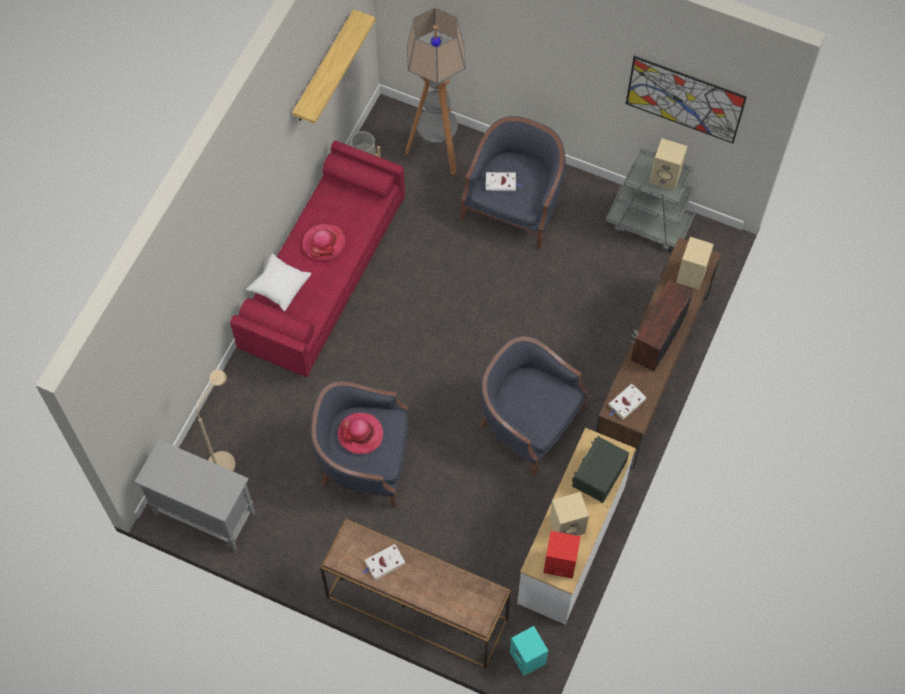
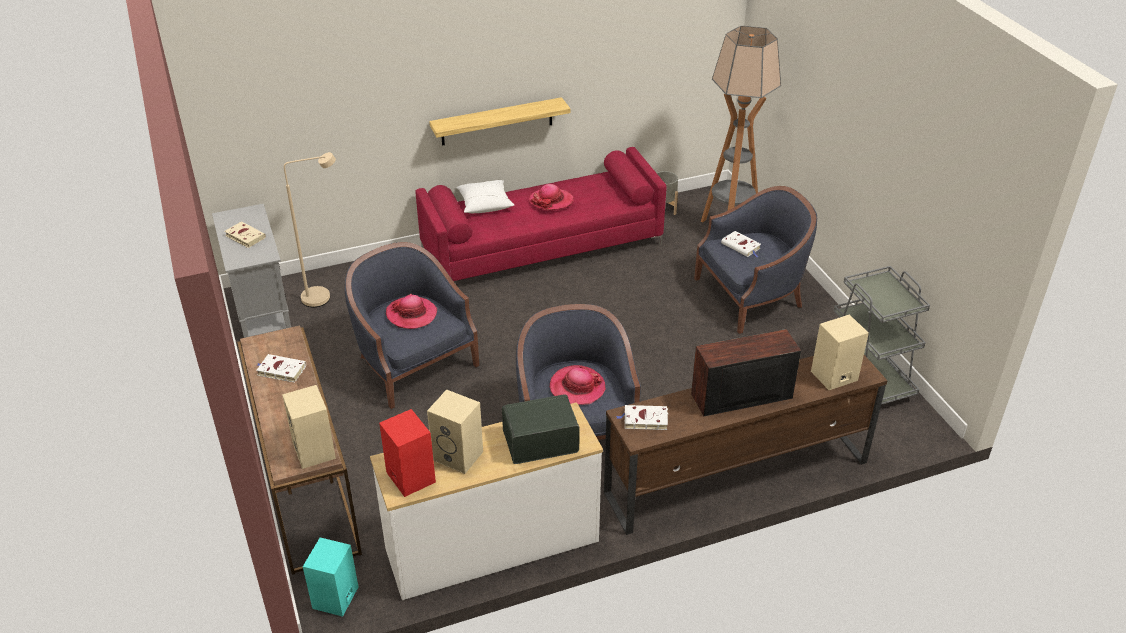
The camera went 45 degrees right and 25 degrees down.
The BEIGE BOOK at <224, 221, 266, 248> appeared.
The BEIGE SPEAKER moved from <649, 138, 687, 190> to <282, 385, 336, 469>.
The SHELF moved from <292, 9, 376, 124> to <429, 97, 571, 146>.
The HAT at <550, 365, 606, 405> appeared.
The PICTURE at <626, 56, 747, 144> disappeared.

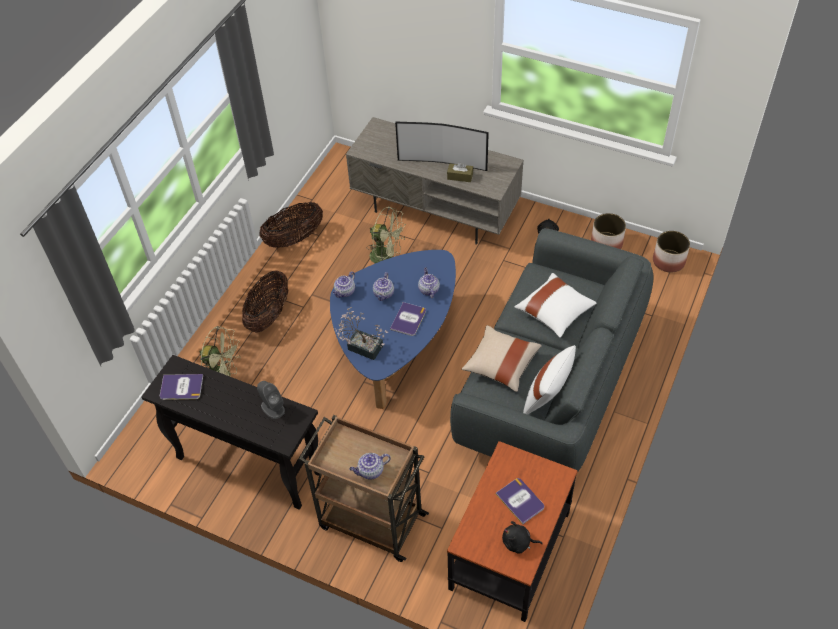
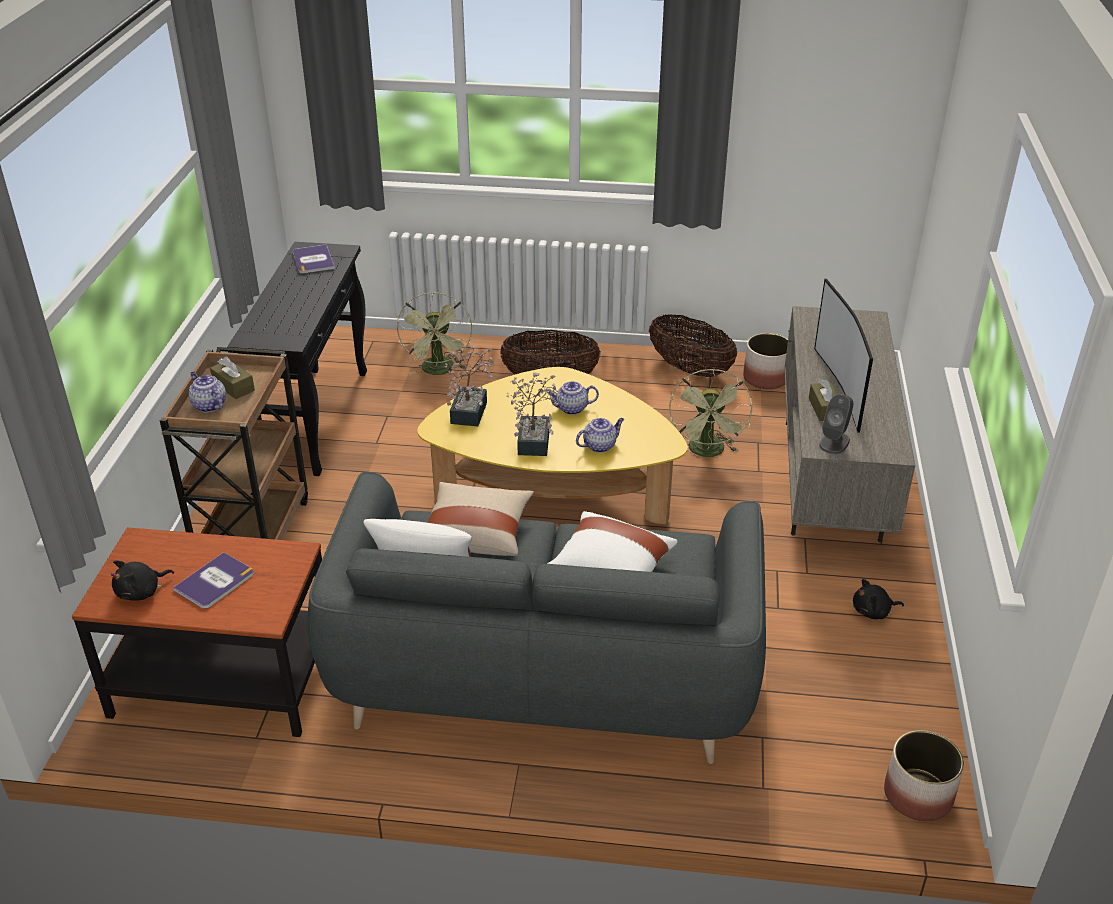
The camera went 70 degrees right and 15 degrees down.
The BLACK PLUSH TOY at <502, 521, 543, 554> turned 120 degrees counterclockwise.
The BROWN TISSUE BOX at <210, 357, 255, 399> appeared.
The BLUE COFFEE TABLE at <330, 250, 456, 409> became the YELLOW COFFEE TABLE at <417, 367, 688, 524>.
The BOOK at <390, 302, 426, 336> was replaced by the POTTED PLANT at <507, 372, 559, 456>.
The PLANTER moved from <591, 213, 626, 249> to <743, 333, 788, 389>.
The GREY SPEAKER moved from <257, 381, 285, 419> to <819, 394, 853, 454>.
The TEAPOT at <333, 271, 355, 298> disappeared.

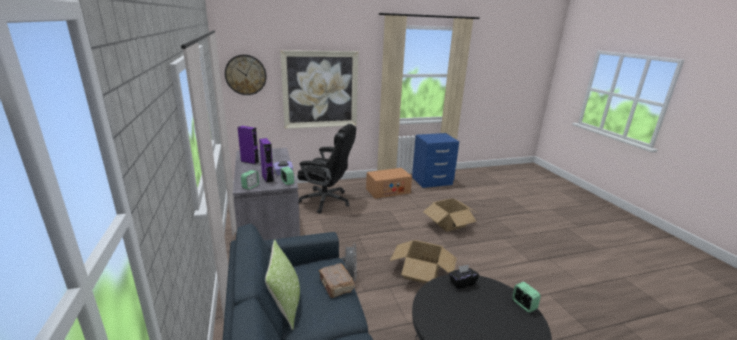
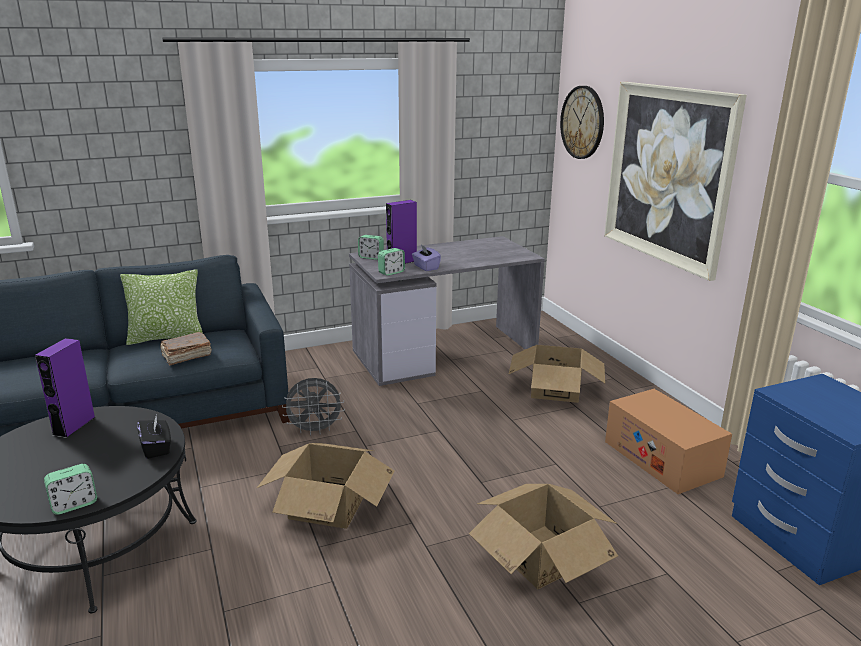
The camera went 85 degrees right and 0 degrees up.
The PURPLE SPEAKER moved from <237, 126, 259, 164> to <35, 338, 95, 438>.
The BLACK OFFICE CHAIR at <297, 124, 356, 214> was replaced by the CARDBOARD BOX at <509, 345, 605, 403>.

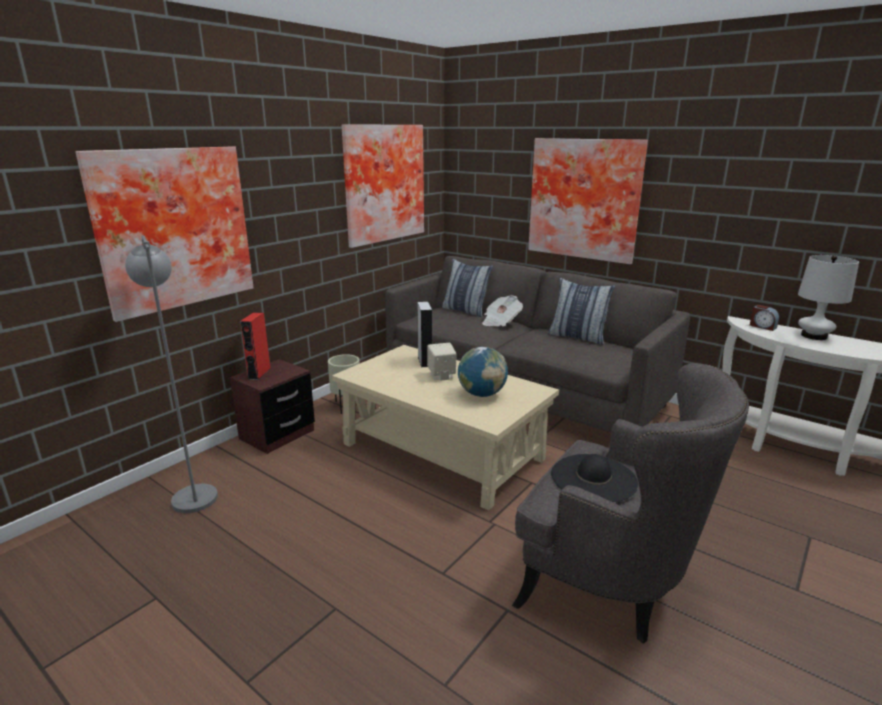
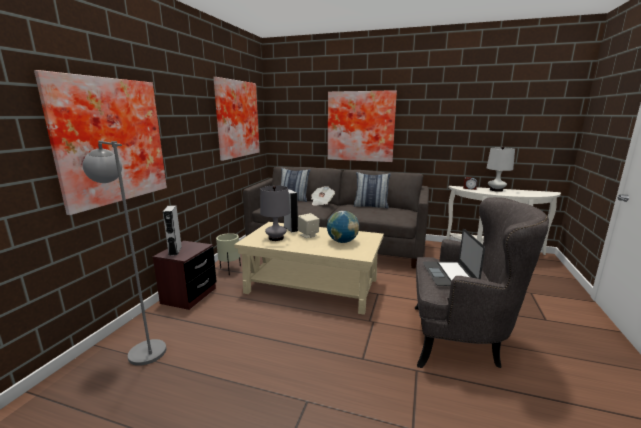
The camera went 20 degrees left and 5 degrees down.
The RED SPEAKER at <240, 312, 271, 380> became the GREY SPEAKER at <163, 205, 182, 256>.
The GREY TABLE LAMP at <260, 186, 290, 241> appeared.
The BLACK HAT at <551, 454, 638, 502> was replaced by the LAPTOP at <423, 228, 485, 286>.

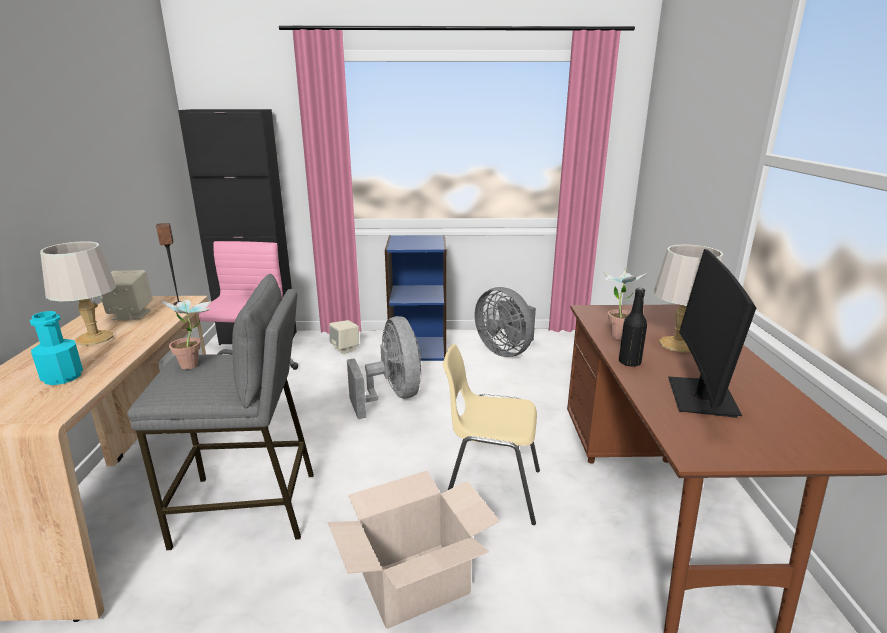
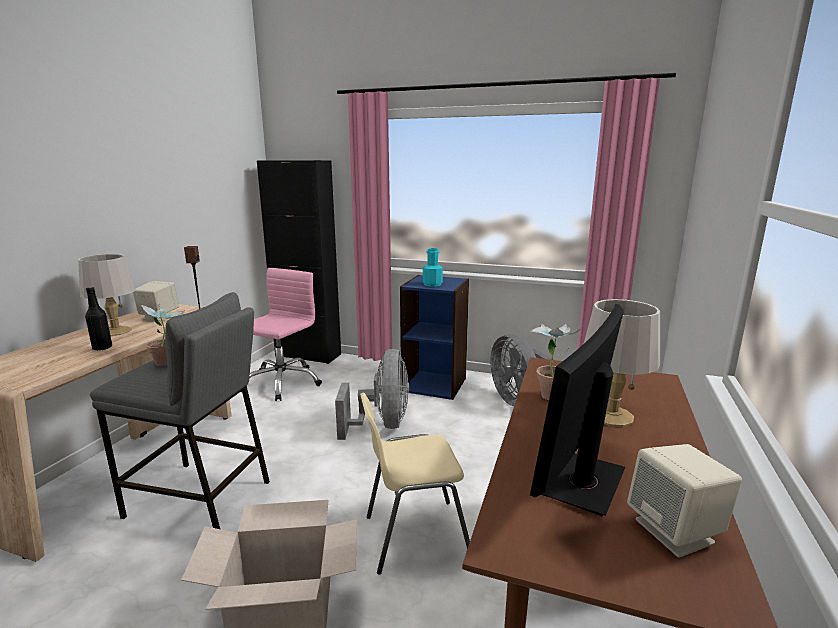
The camera went 20 degrees right and 5 degrees down.
The BLACK BOTTLE moved from <619, 288, 647, 367> to <85, 287, 112, 351>.
The BEIGE CHAIR at <443, 344, 540, 525> turned 45 degrees counterclockwise.
The TURQUOISE BOTTLE moved from <30, 311, 83, 385> to <423, 248, 443, 287>.
The BEIGE SPEAKER moved from <329, 320, 359, 354> to <627, 444, 742, 558>.

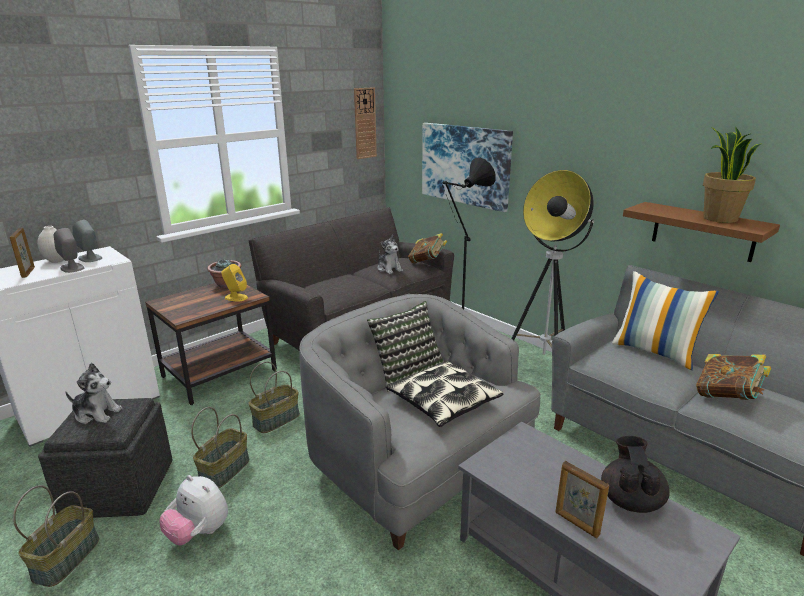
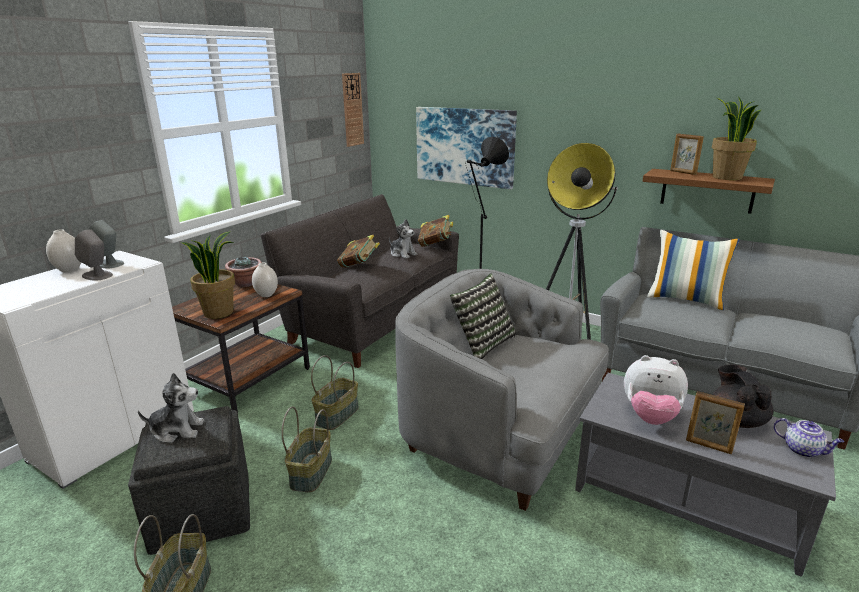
The camera went 15 degrees left and 0 degrees up.
The POTTED PLANT at <180, 231, 235, 319> appeared.
The YELLOW SPEAKER at <221, 264, 248, 302> was replaced by the WHITE VASE at <252, 263, 278, 297>.
The BOOK moved from <696, 354, 771, 400> to <337, 235, 380, 268>.
The PLUSH TOY moved from <159, 475, 228, 545> to <624, 355, 688, 425>.
The PICTURE FRAME moved from <10, 228, 35, 278> to <670, 134, 704, 175>.
The TEAPOT at <773, 418, 844, 457> appeared.
The PILLOW at <386, 360, 504, 427> disappeared.

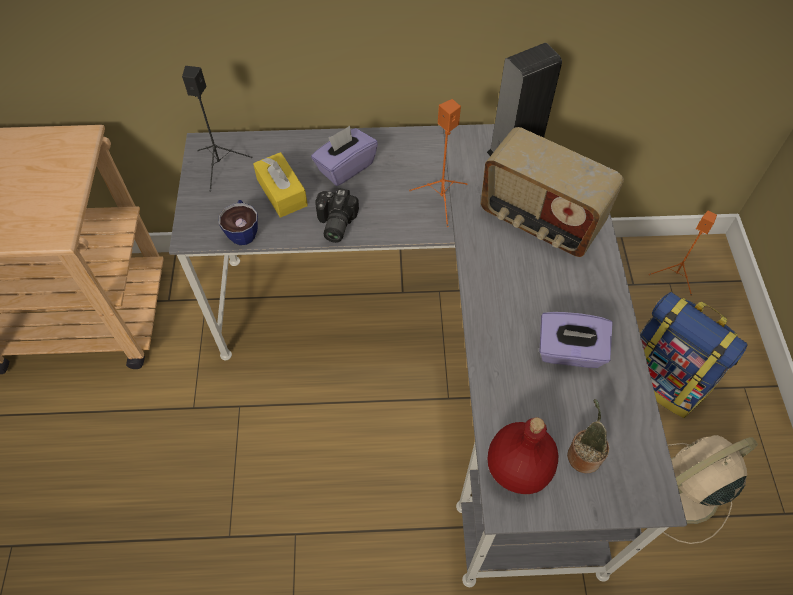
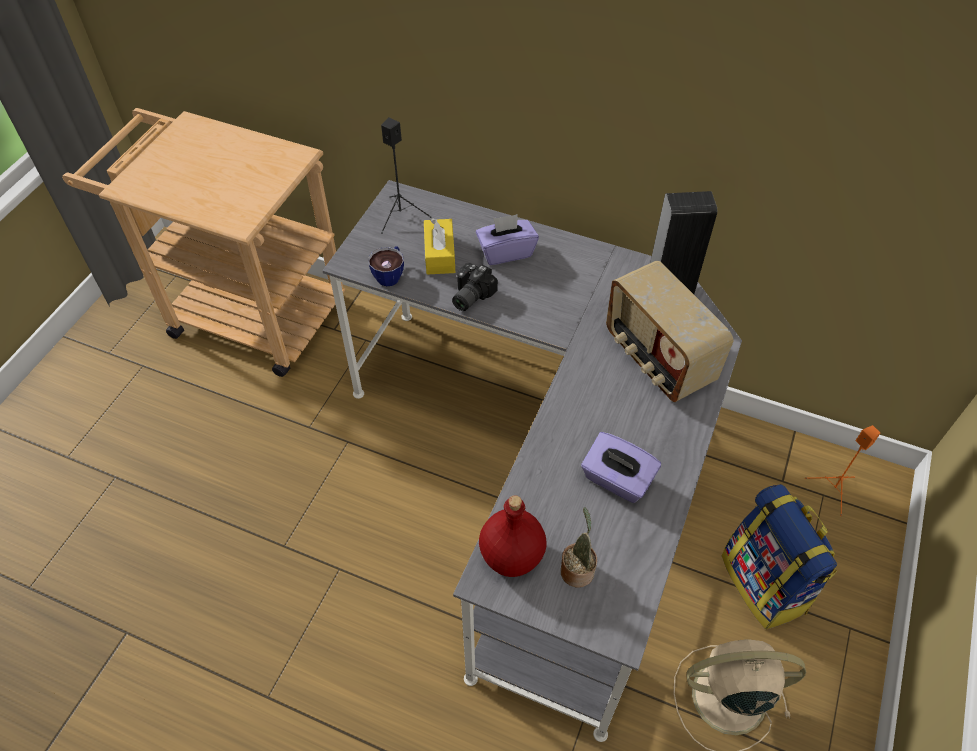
The camera went 25 degrees right and 5 degrees down.
The ORANGE SPEAKER at <409, 99, 467, 227> disappeared.

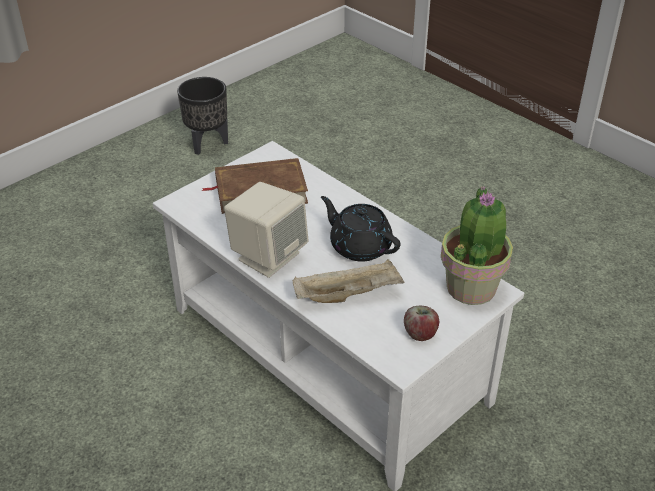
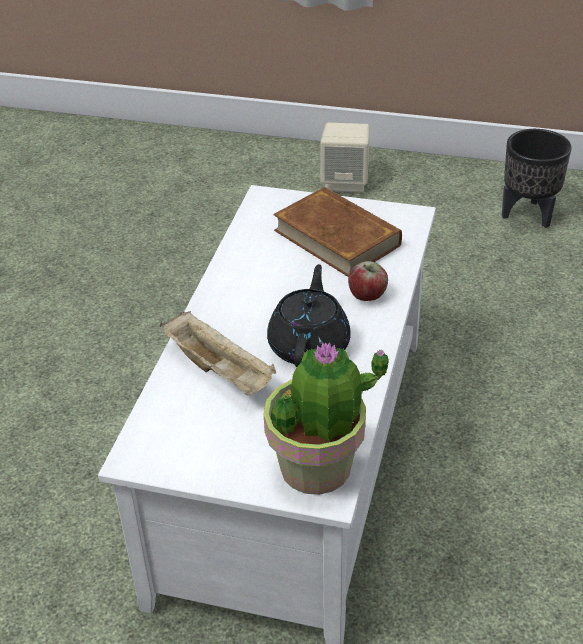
The camera went 60 degrees right and 0 degrees up.
The BEIGE SPEAKER moved from <224, 182, 308, 278> to <320, 123, 370, 193>.
The APPLE moved from <404, 306, 439, 341> to <348, 261, 388, 301>.

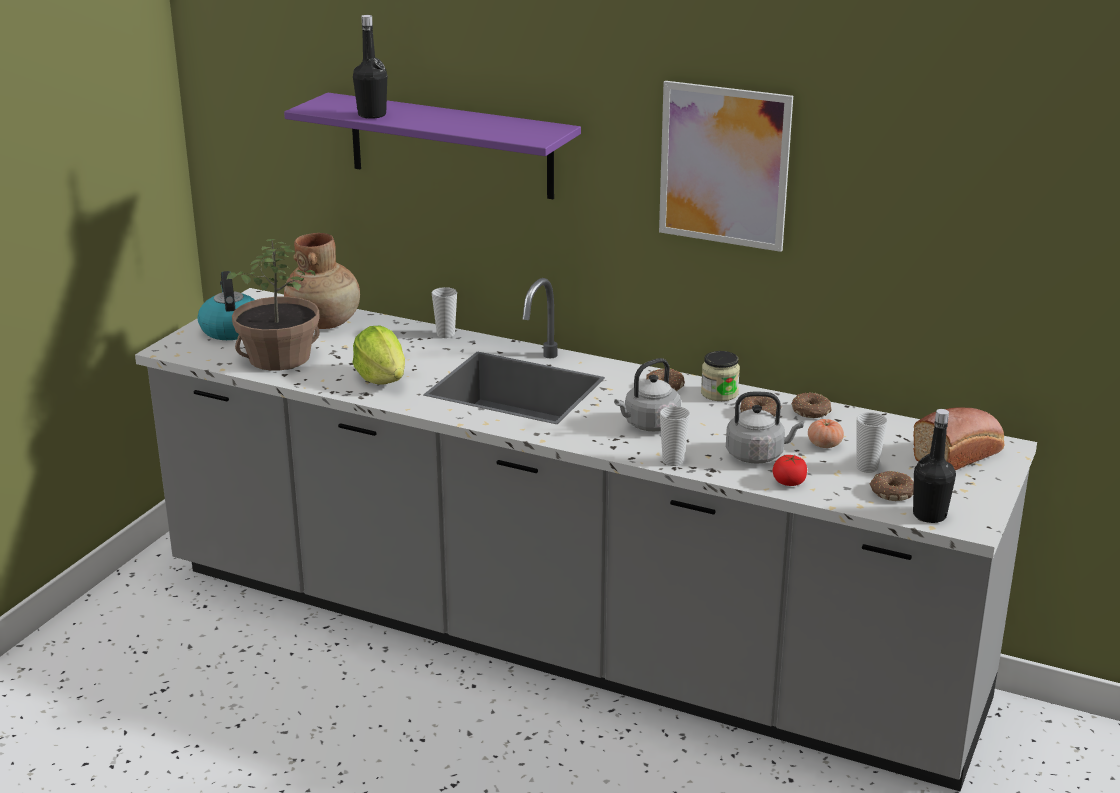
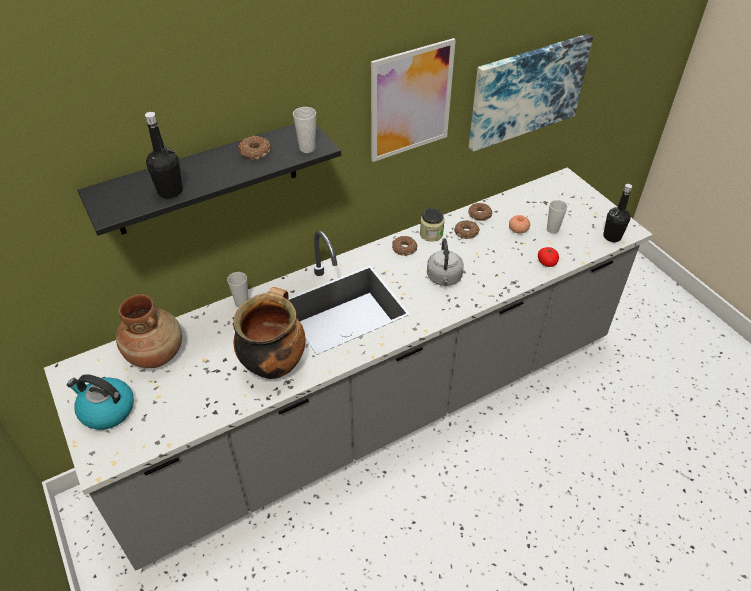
The camera went 55 degrees left and 20 degrees up.
The PURPLE SHELF at <284, 93, 581, 199> became the BLACK SHELF at <77, 124, 341, 236>.
The LETTUCE at <353, 326, 405, 385> was replaced by the COOKING POT at <233, 287, 306, 379>.
The DONUT moved from <870, 471, 914, 501> to <238, 136, 271, 160>.
The CUP moved from <660, 406, 690, 466> to <293, 107, 316, 153>.
The PICTURE at <469, 34, 593, 152> appeared.
The POTTED PLANT at <226, 239, 320, 371> disappeared.
The GREY KETTLE at <726, 392, 803, 464> disappeared.
The BREAD at <913, 407, 1004, 470> disappeared.

